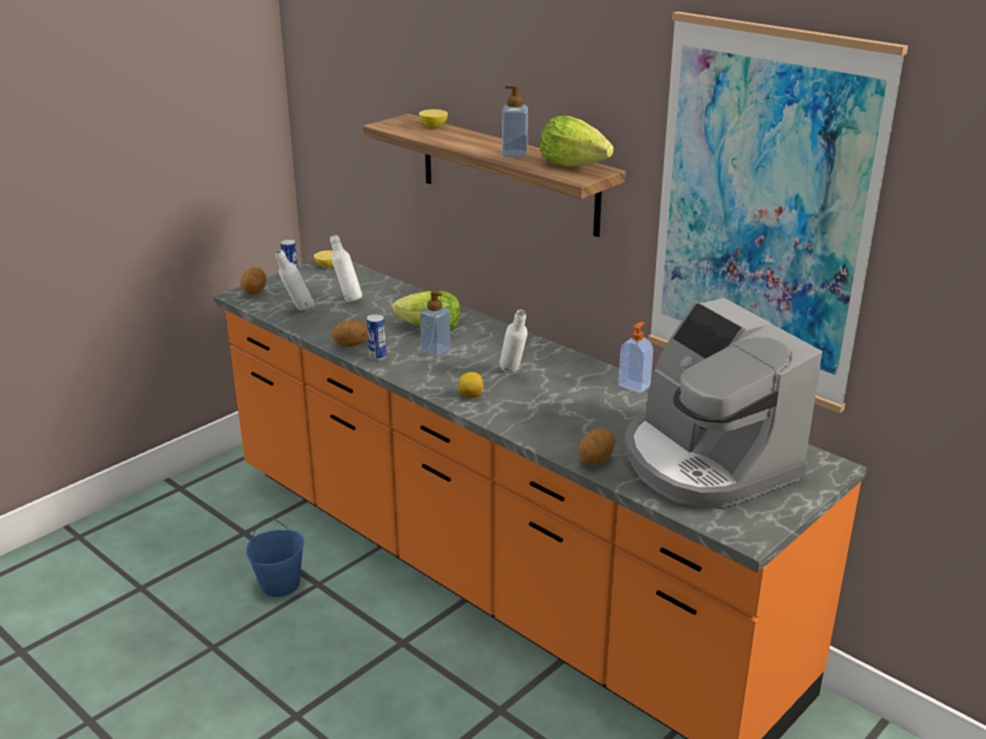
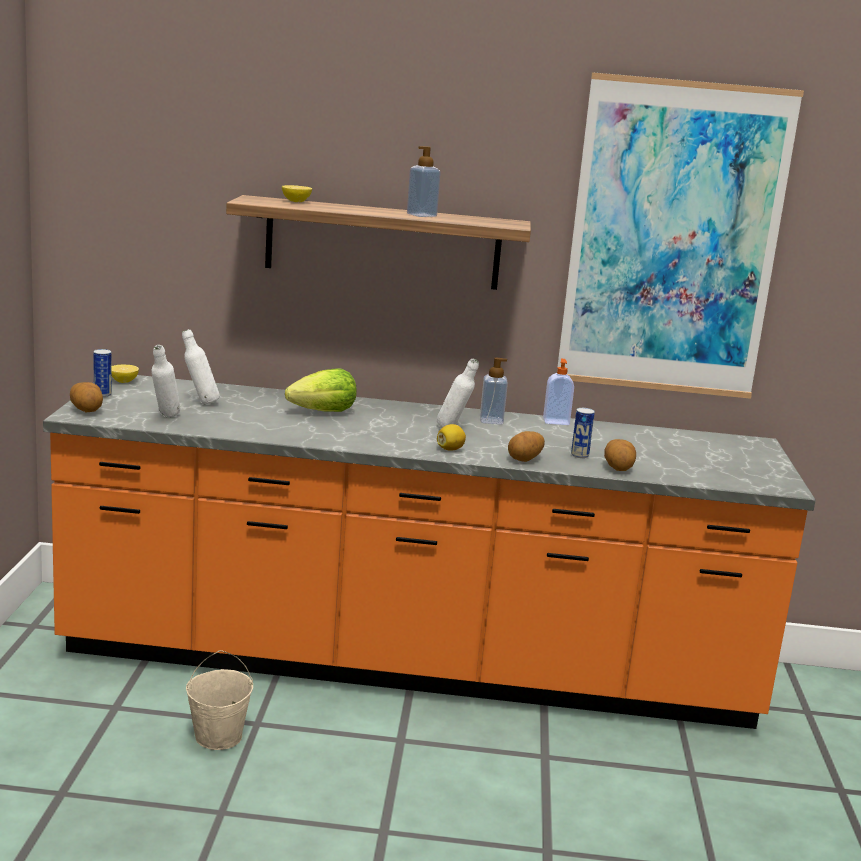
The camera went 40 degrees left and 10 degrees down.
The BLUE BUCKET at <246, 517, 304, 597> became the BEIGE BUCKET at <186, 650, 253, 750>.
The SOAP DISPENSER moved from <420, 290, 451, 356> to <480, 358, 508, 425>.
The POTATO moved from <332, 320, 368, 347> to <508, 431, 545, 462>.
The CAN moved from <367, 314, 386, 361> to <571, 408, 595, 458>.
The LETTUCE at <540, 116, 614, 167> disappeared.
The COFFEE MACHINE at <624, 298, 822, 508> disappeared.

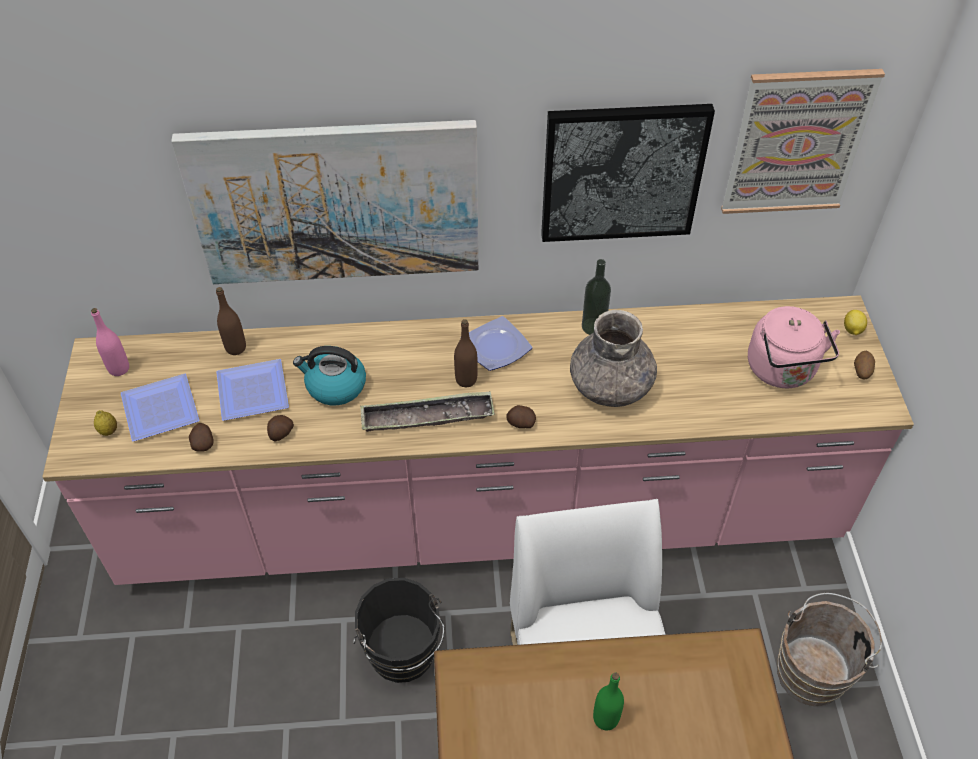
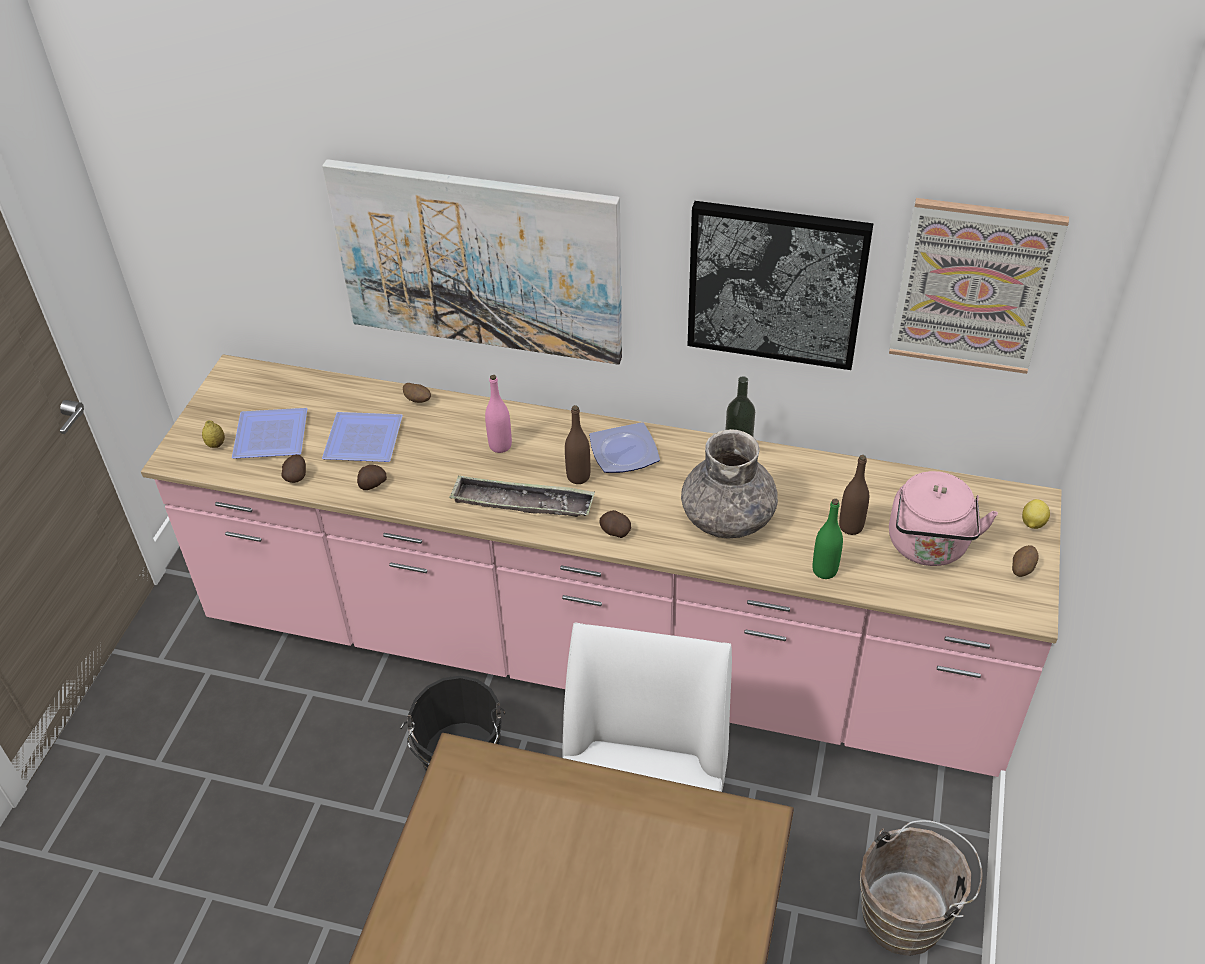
The camera went 20 degrees right and 5 degrees down.
The POTATO at <403, 383, 431, 403> appeared.
The PINK BOTTLE moved from <91, 308, 129, 376> to <485, 375, 512, 453>.
The GREEN BOTTLE moved from <593, 672, 624, 731> to <812, 499, 843, 579>.
The BROWN BOTTLE moved from <216, 287, 246, 355> to <839, 455, 869, 535>.
The KETTLE at <293, 346, 366, 405> disappeared.

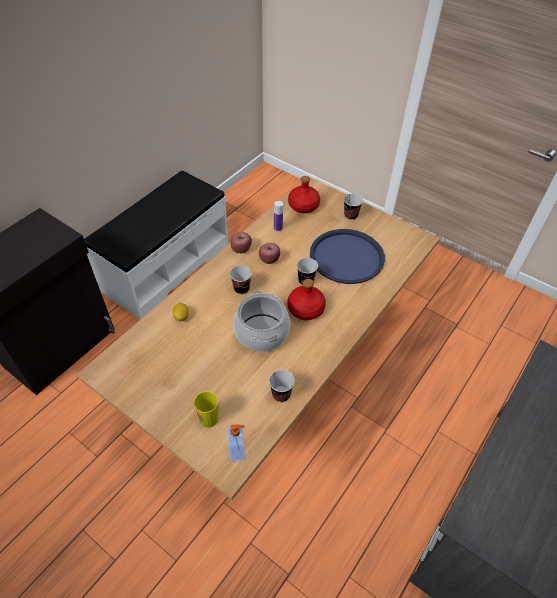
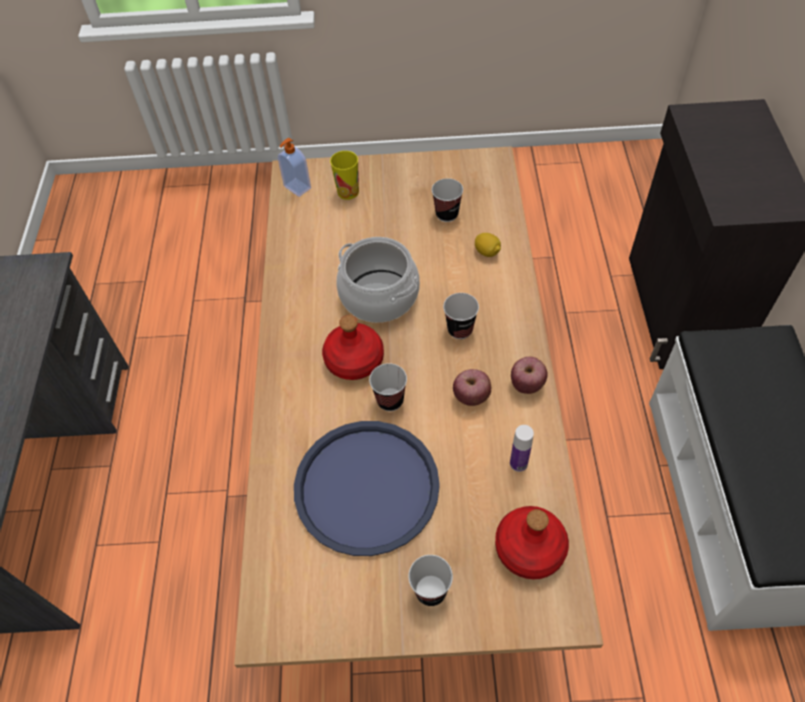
The camera went 145 degrees right and 5 degrees up.
The CUP moved from <269, 370, 295, 402> to <432, 178, 463, 222>.

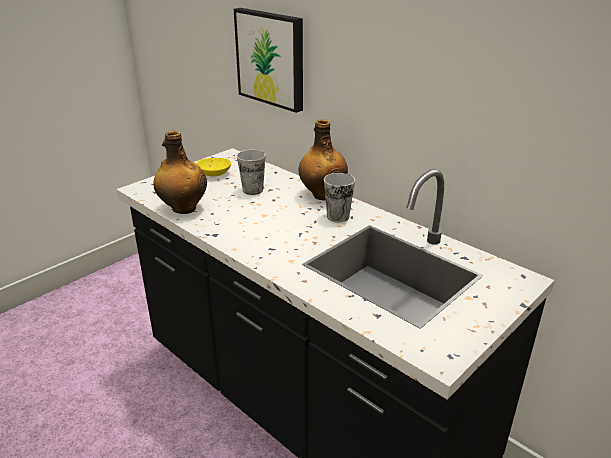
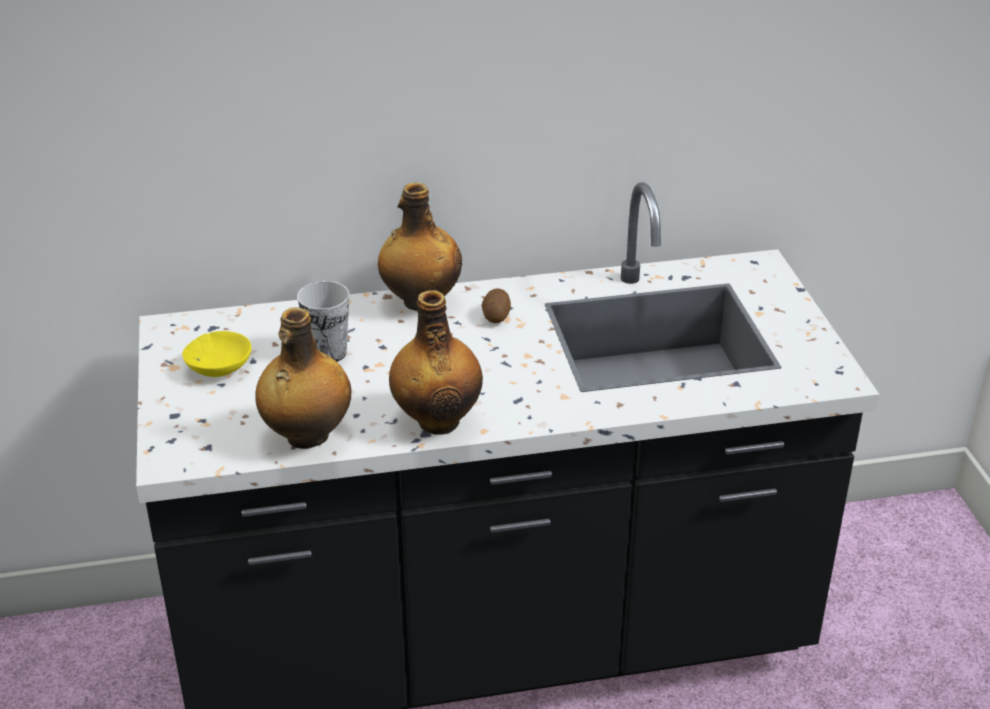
The camera went 55 degrees left and 5 degrees up.
The BOTTLE at <389, 290, 483, 435> appeared.
The CUP at <324, 173, 355, 222> was replaced by the POTATO at <481, 289, 511, 323>.
The PICTURE at <234, 8, 303, 113> disappeared.

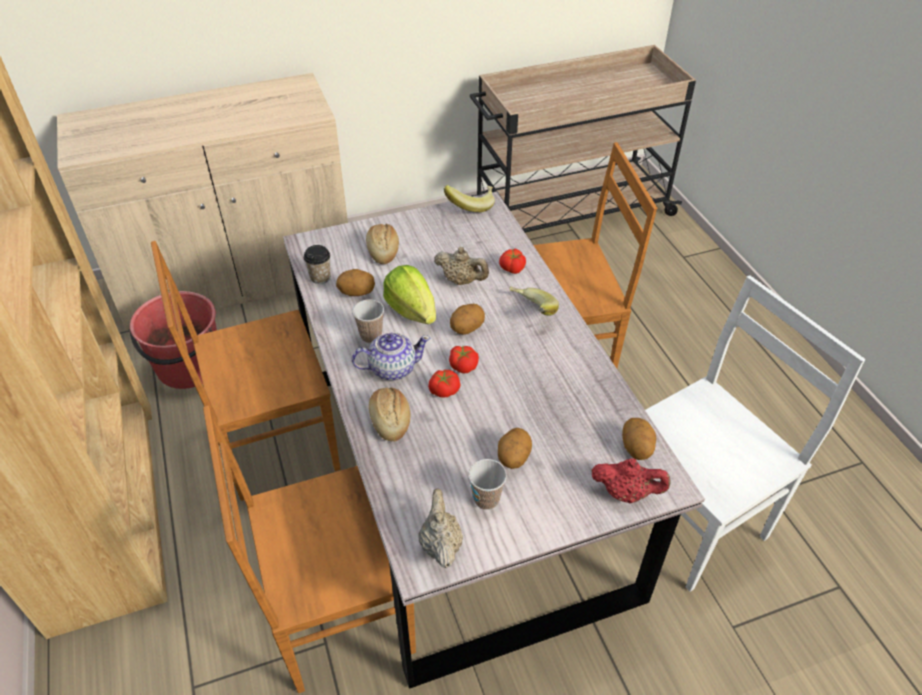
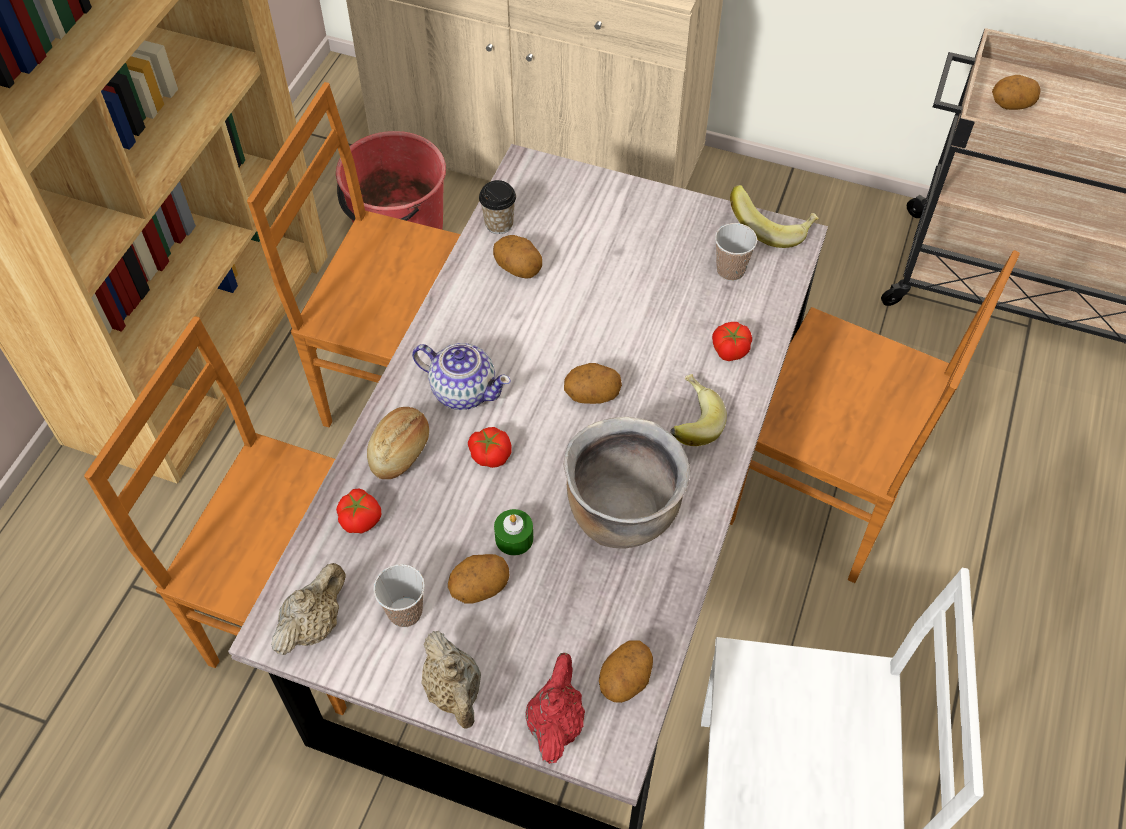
The camera went 40 degrees right and 10 degrees up.
The TOMATO moved from <449, 346, 479, 373> to <336, 489, 381, 533>.
The BEIGE TEAPOT moved from <434, 247, 489, 285> to <421, 631, 481, 729>.
The GREEN CANDLE at <494, 509, 533, 556> appeared.
The RED TEAPOT at <592, 458, 671, 503> turned 135 degrees counterclockwise.
The BROWN COOKING POT at <564, 417, 690, 549> appeared.
The CUP moved from <352, 299, 384, 343> to <715, 223, 757, 281>.
The POTATO at <992, 75, 1041, 110> appeared.
The BREAD at <366, 224, 399, 264> disappeared.
The LETTUCE at <383, 265, 436, 324> disappeared.

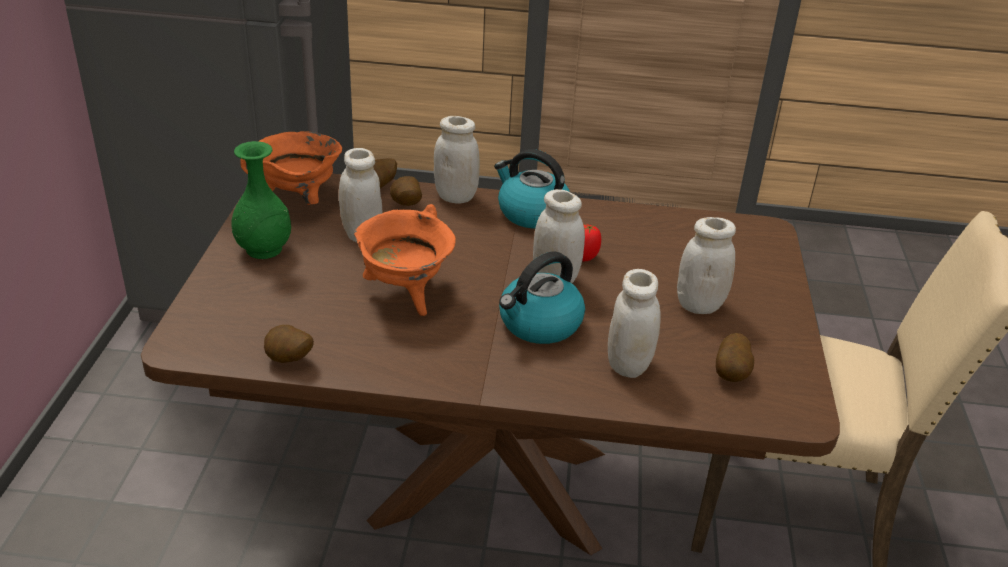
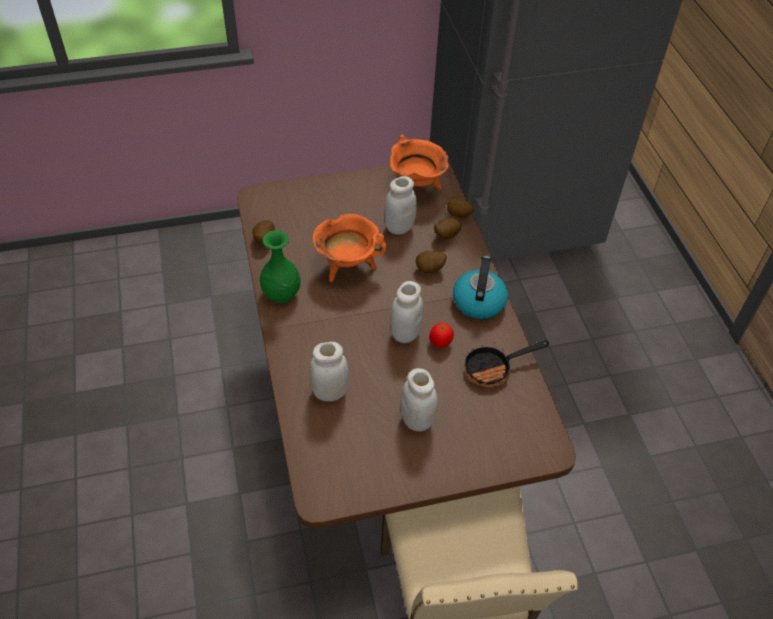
The camera went 70 degrees right and 15 degrees up.
The GREEN VASE moved from <231, 141, 291, 259> to <260, 230, 301, 303>.
The POTATO moved from <716, 333, 754, 382> to <416, 251, 447, 274>.
The FRYING PAN at <464, 340, 549, 387> appeared.
The WHITE JAR at <434, 116, 480, 204> disappeared.
The KETTLE at <499, 251, 585, 344> disappeared.

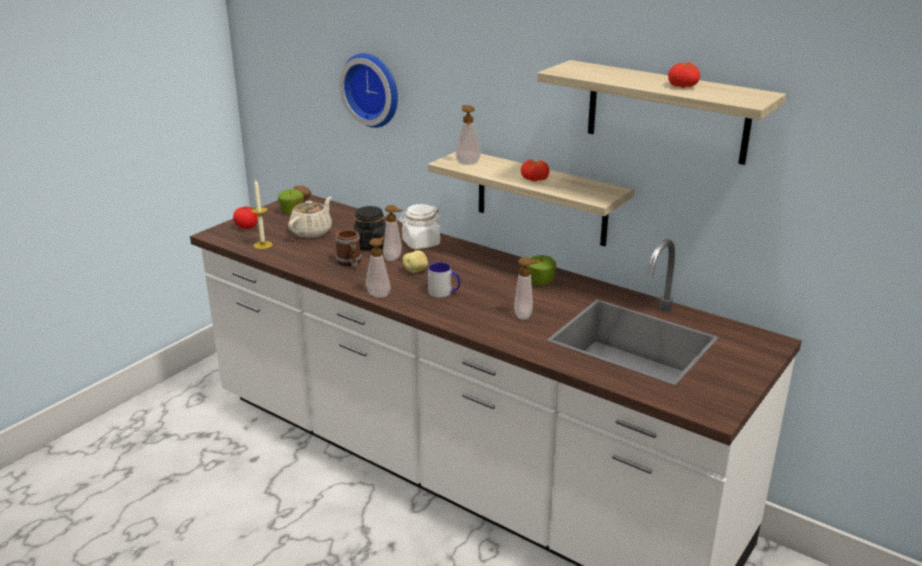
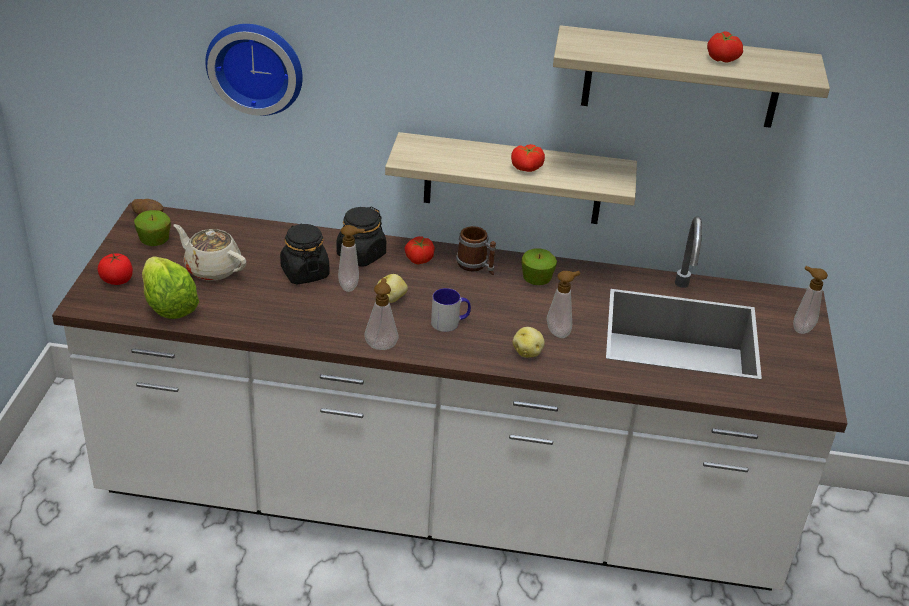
The camera went 30 degrees left and 10 degrees up.
The CANDLE at <251, 180, 273, 249> was replaced by the LETTUCE at <142, 256, 199, 319>.
The BEIGE TEAPOT at <288, 196, 332, 238> turned 60 degrees counterclockwise.
The WHITE JAR at <399, 204, 441, 249> became the BLACK JAR at <337, 207, 386, 267>.
The TOMATO at <404, 236, 435, 264> appeared.
The MUG moved from <335, 230, 362, 271> to <456, 226, 496, 275>.
The POTATO at <513, 327, 545, 358> appeared.
The SOAP DISPENSER moved from <456, 105, 481, 165> to <793, 266, 828, 334>.

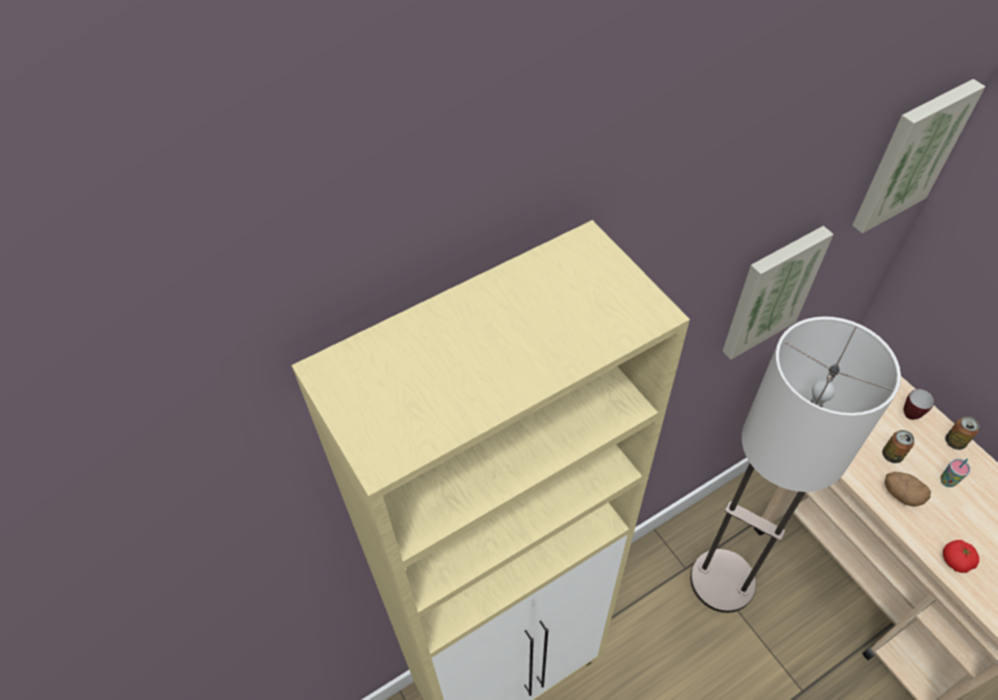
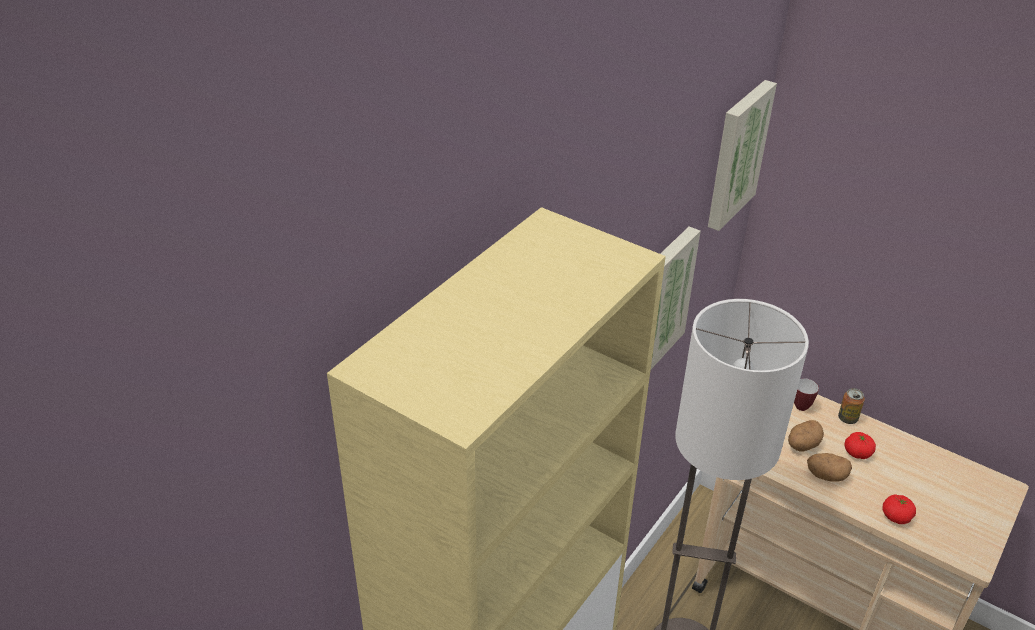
The camera went 25 degrees left and 15 degrees down.
The CAN at <882, 430, 914, 463> was replaced by the POTATO at <788, 420, 824, 452>.
The CUP at <940, 458, 971, 487> was replaced by the TOMATO at <844, 432, 876, 459>.

